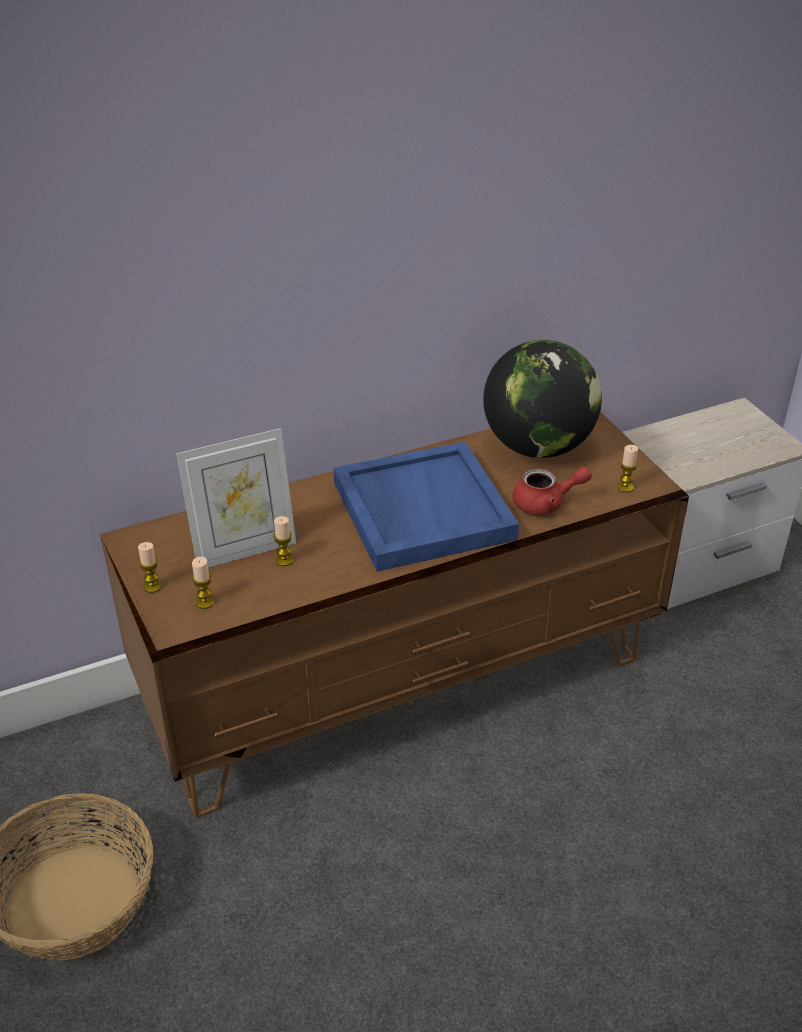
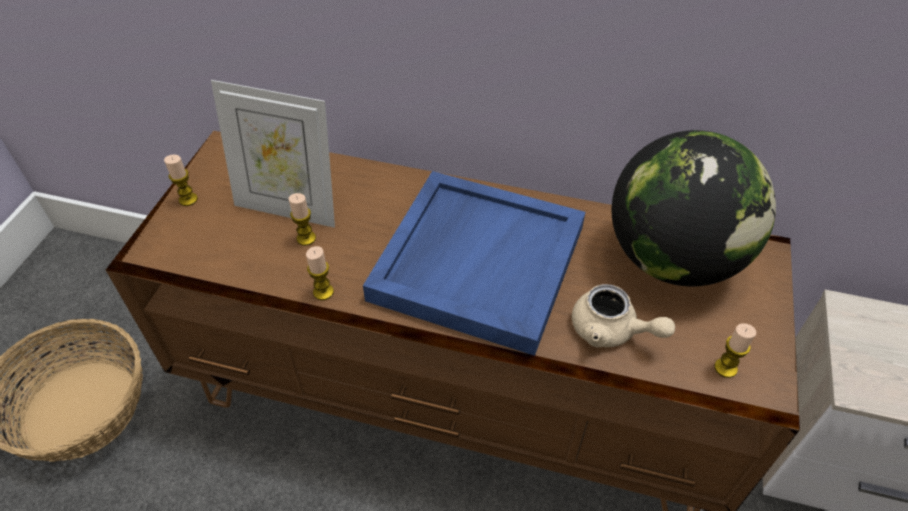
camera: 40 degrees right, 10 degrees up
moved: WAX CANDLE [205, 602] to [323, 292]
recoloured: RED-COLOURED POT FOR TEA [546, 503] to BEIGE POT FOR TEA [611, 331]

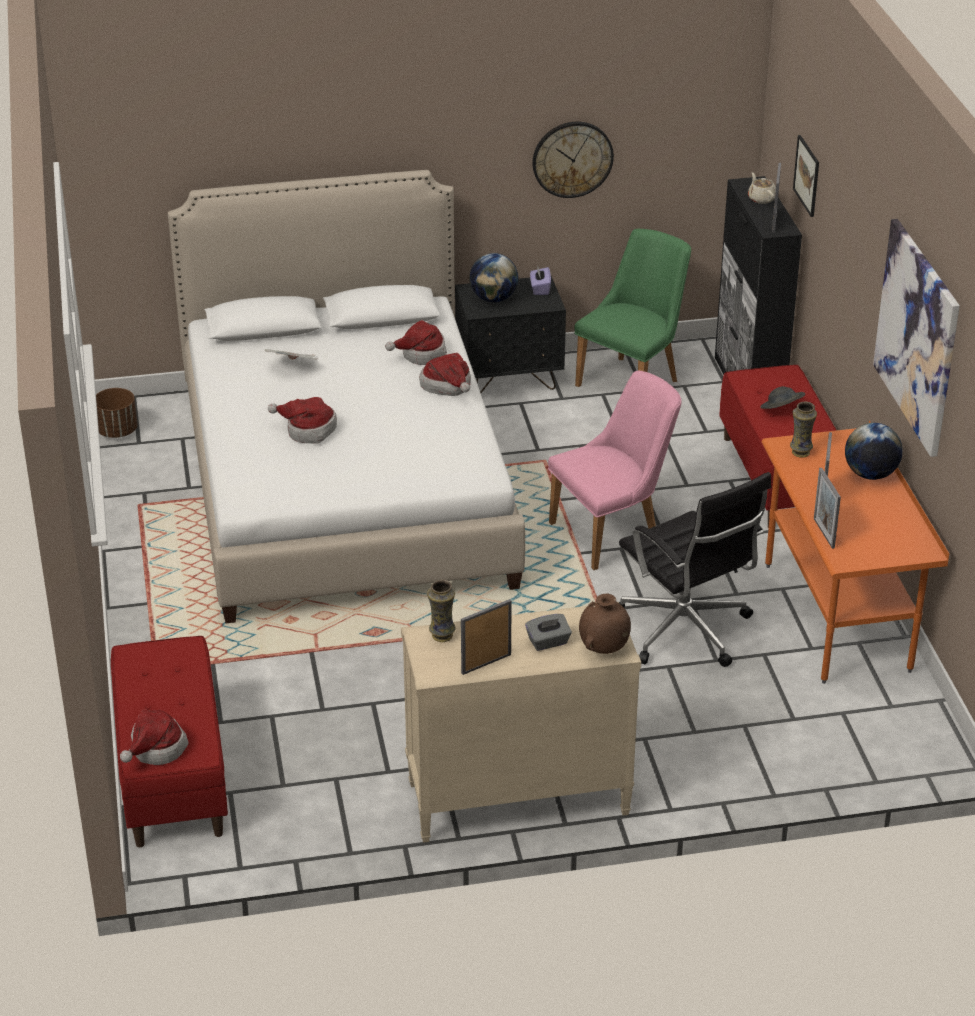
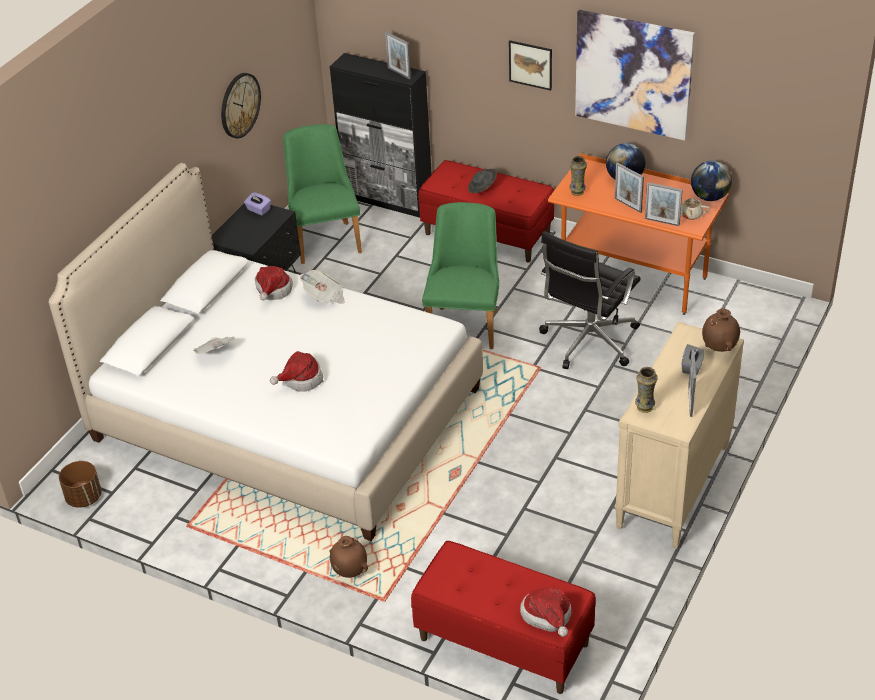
camera: 50 degrees left, 5 degrees up
added: BROWN-COLOURED VASE [349, 571]
moved: WALL ART [807, 175] to [530, 65]; BEIGE POT FOR TEA [761, 198] to [690, 215]; DESK GLOBE [494, 298] to [709, 197]
replaced: HAT [448, 387] to DAILY PAPER [324, 297]
recoloured: PINKISH CHAIR [614, 532] to GREENISH CHAIR [466, 322]
turned: BLACK-COLOURED COMPUTER CHAIR [685, 631] = [588, 342] 120 degrees clockwise

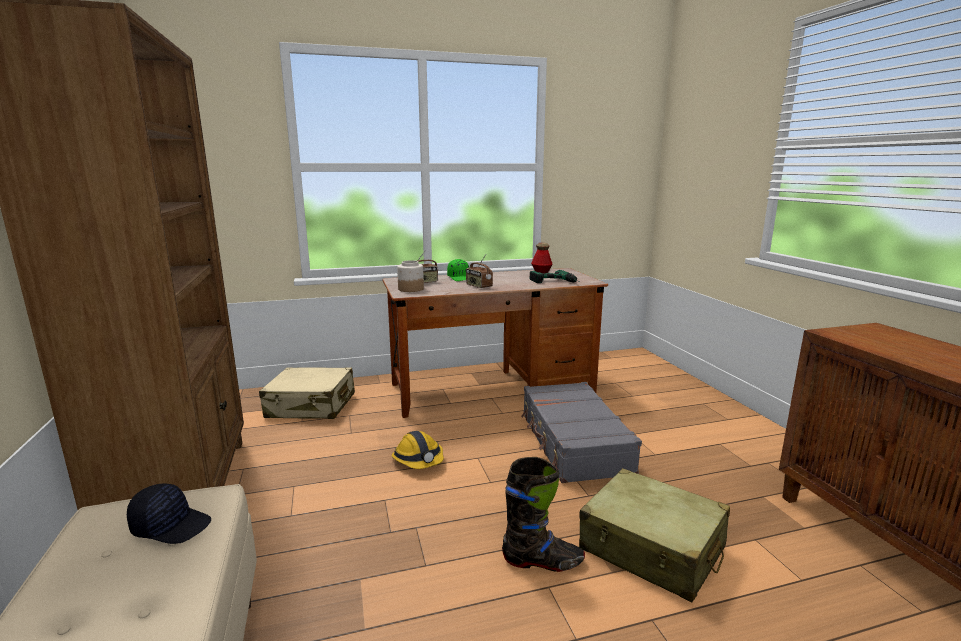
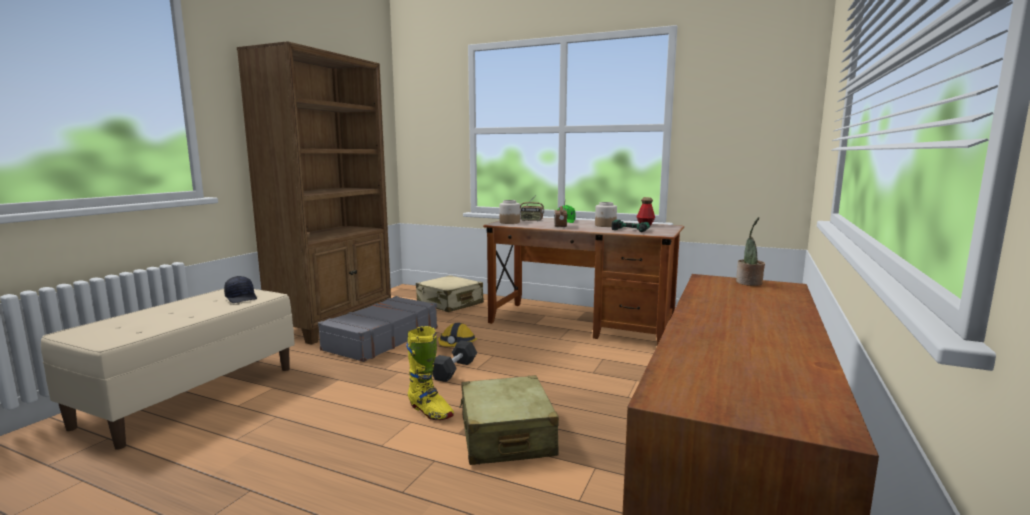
camera: 40 degrees right, 5 degrees down
added: JAR [605, 225]; PLANT IN A POT [749, 283]; BLACK-COLOURED DUMBBELL [454, 370]
moved: GREY TRAVEL CASE [573, 443] to [381, 339]
recoloured: BLACK-COLOURED BOOT [542, 562] to YELLOWISH BOOT [430, 411]

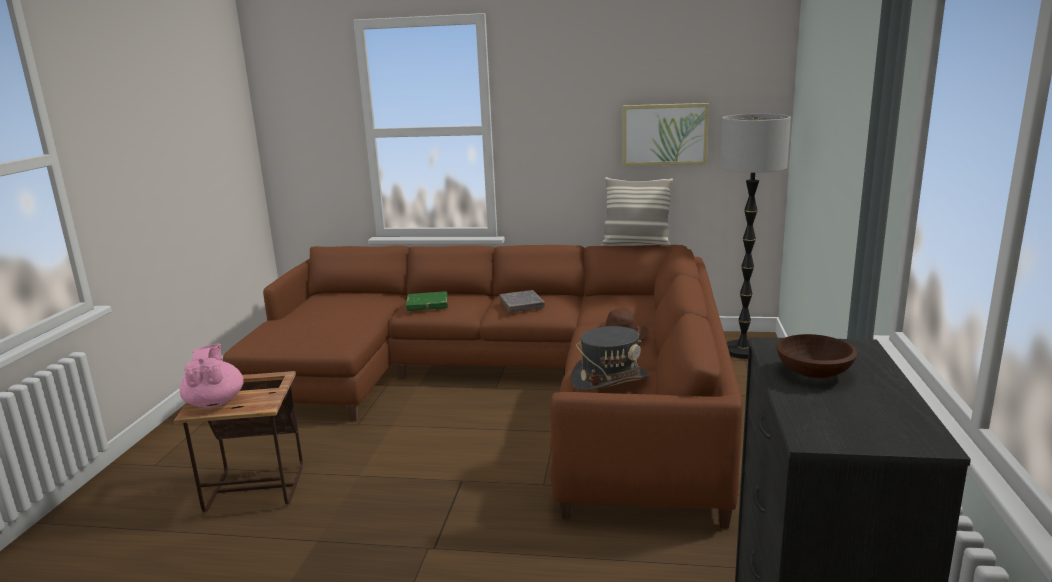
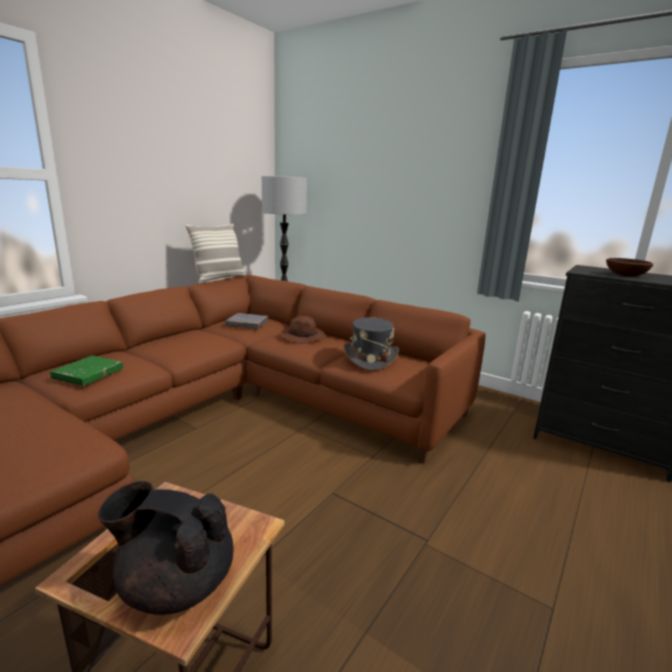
camera: 65 degrees left, 0 degrees up
removed: WALL ART [664, 134]
moved: GREY VOLUME [521, 304] to [247, 323]
recoloured: PINKISH POT FOR TEA [215, 402] to BLACK-COLOURED POT FOR TEA [176, 583]

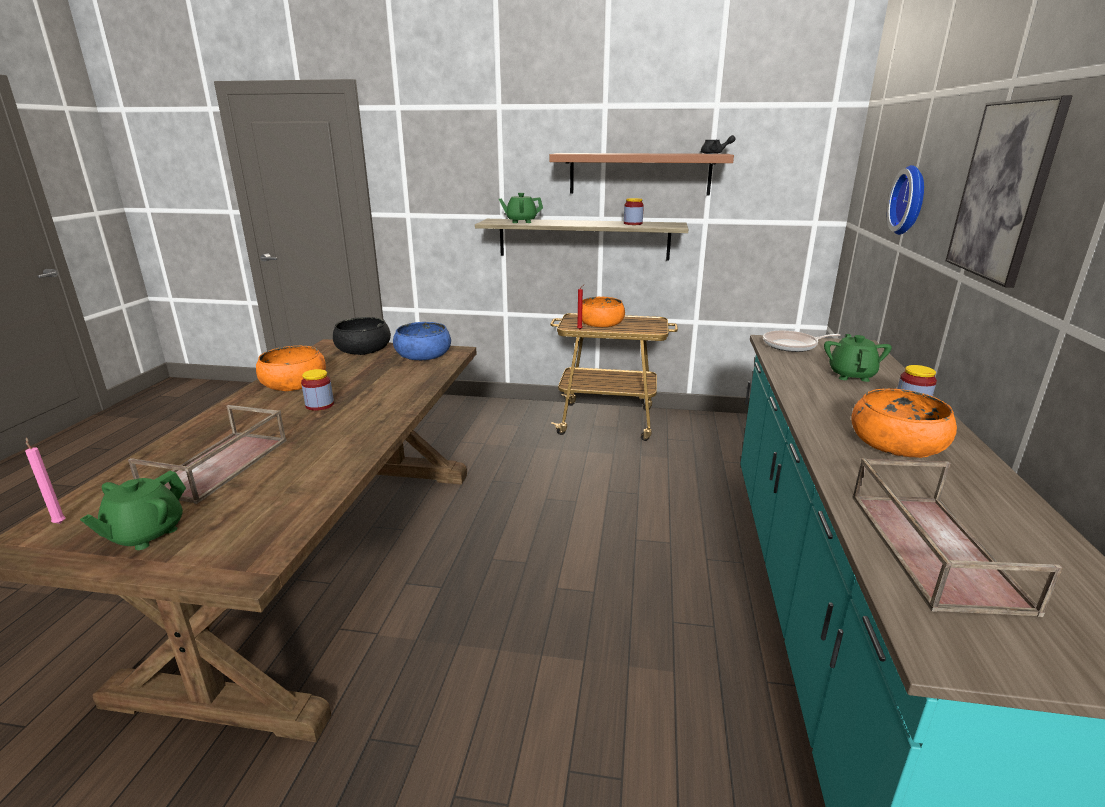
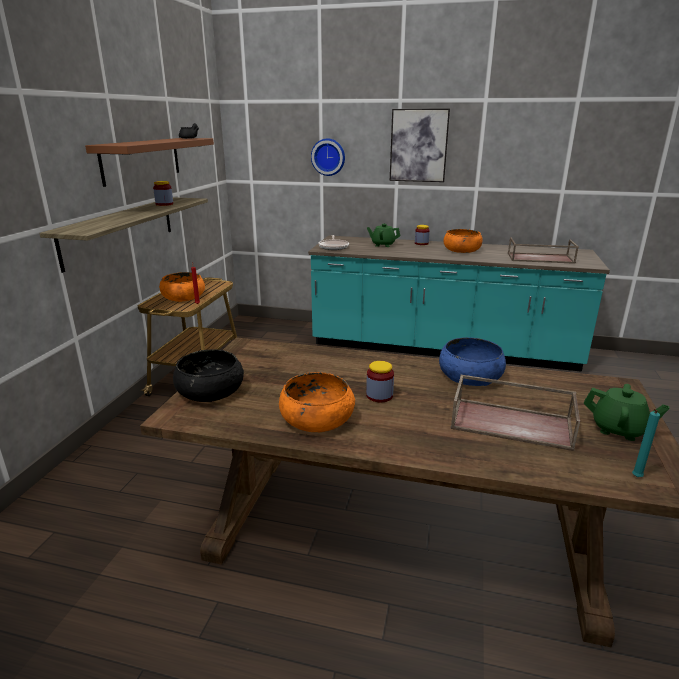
camera: 85 degrees left, 0 degrees up
removed: GREENISH POT FOR TEA [521, 221]
moved: BLUE-COLOURED SERVING BOWL [423, 355] to [470, 376]
recoloured: PINKISH WAX CANDLE [60, 522] to BLUE-GREEN WAX CANDLE [636, 477]

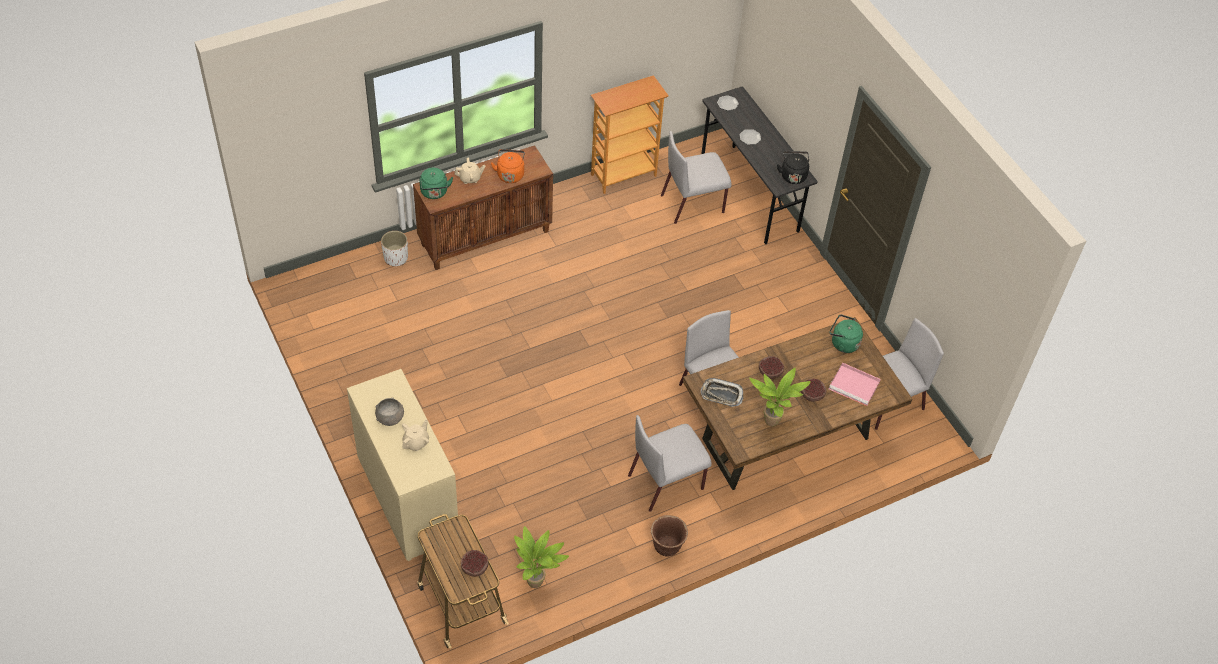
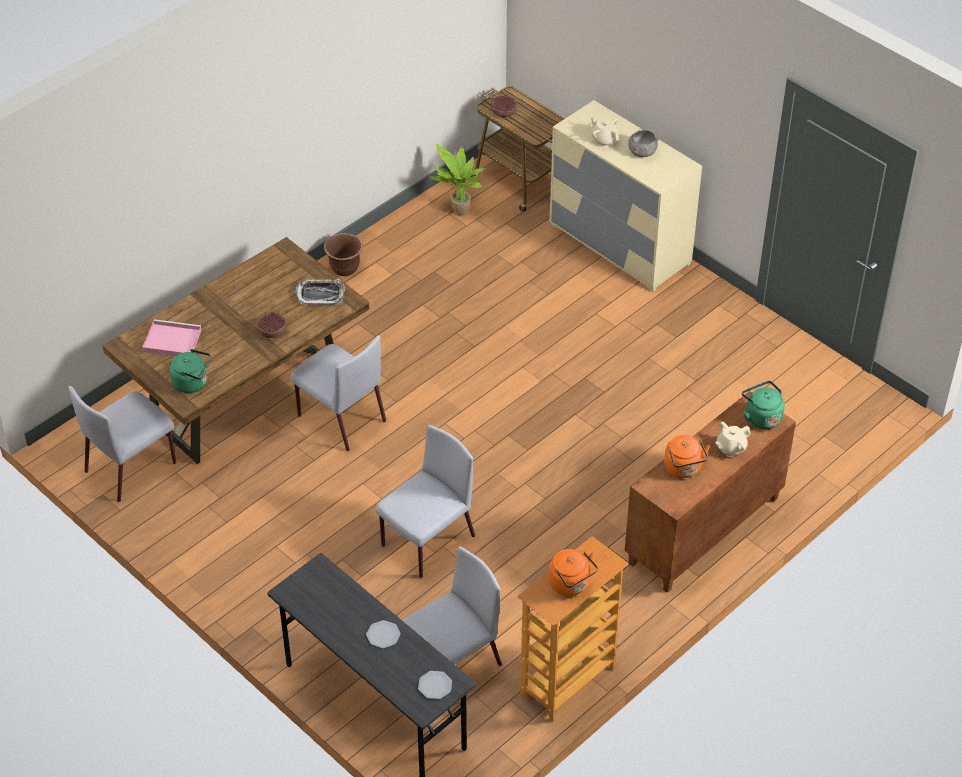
camera: 165 degrees right, 5 degrees down
removed: BLACK-COLOURED TEA KETTLE [793, 175]; WHITE FLOWER POT [395, 258]; PLANT IN A POT [772, 423]; SERVING BOWL [812, 394]
added: ORANGEY TEA KETTLE [571, 584]
moved: GREY CHAIR [667, 481] to [427, 542]
turned: BEIGE POT FOR TEA [416, 442] = [604, 140] 120 degrees clockwise

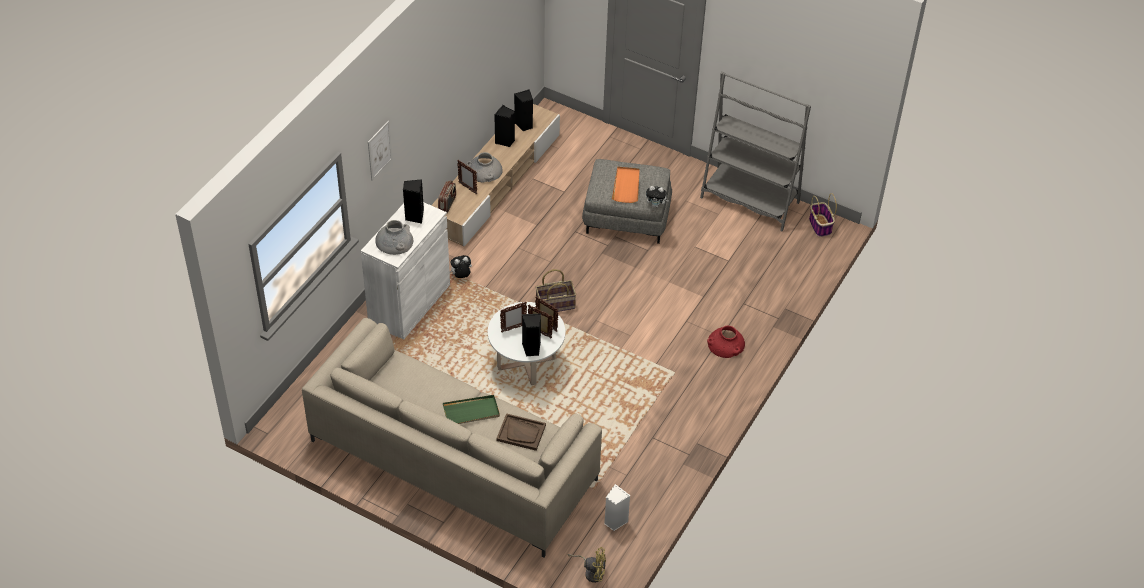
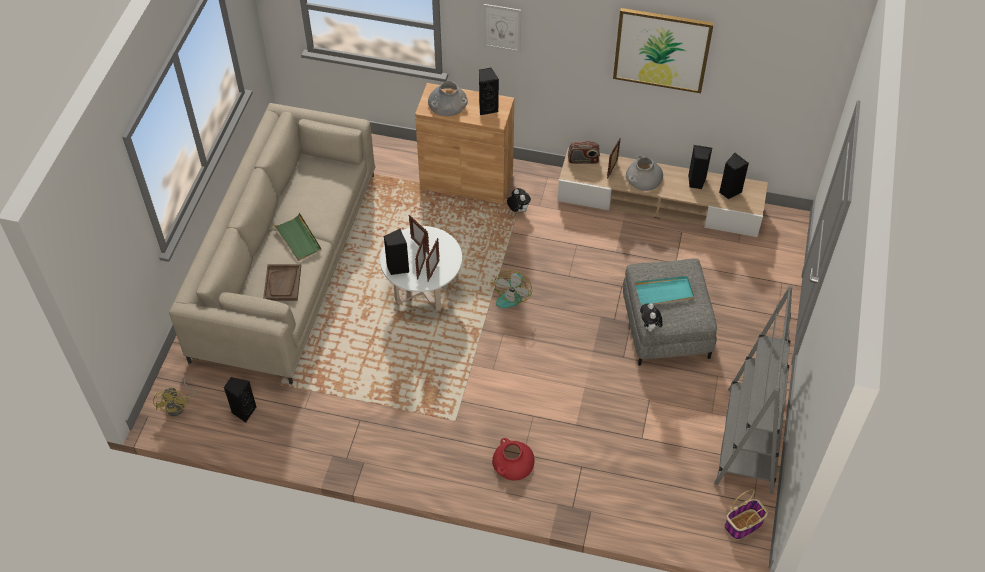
camera: 75 degrees right, 5 degrees up
added: WALL ART [662, 50]
replaced: BASKET [555, 304] to COOLING FAN [511, 294]
recoloured: ORANGEY TRAY [626, 186] to BLUE-GREEN TRAY [664, 292]; WHITE CUPBOARD [409, 304] to BROWN-COLOURED CUPBOARD [466, 181]; WHITE LOUDSPEAKER [615, 521] to BLACK-COLOURED LOUDSPEAKER [243, 411]

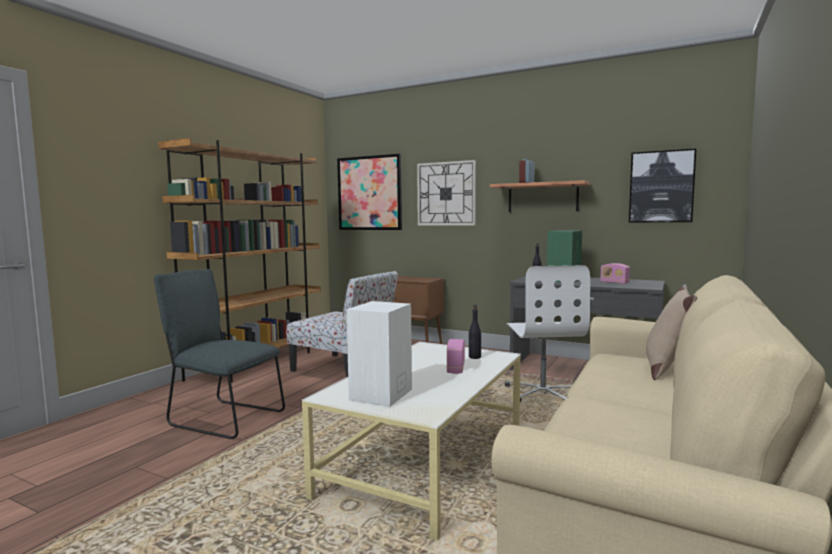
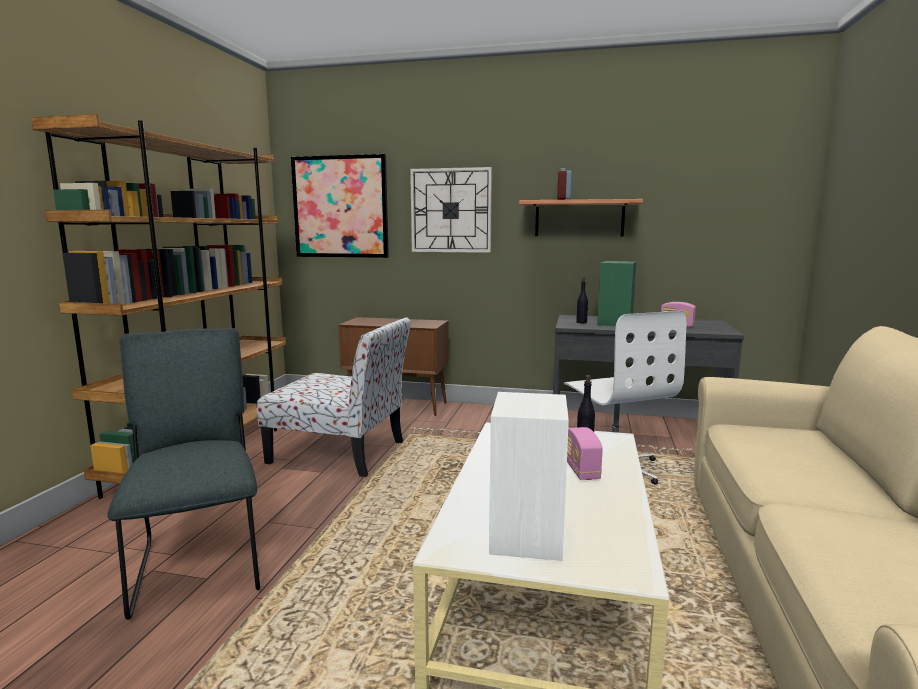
camera: 15 degrees left, 5 degrees up
removed: WALL ART [661, 187]; BEIGE THROW PILLOW [666, 369]
turned: GREY CHAIR [223, 418] = [199, 562] 60 degrees clockwise

